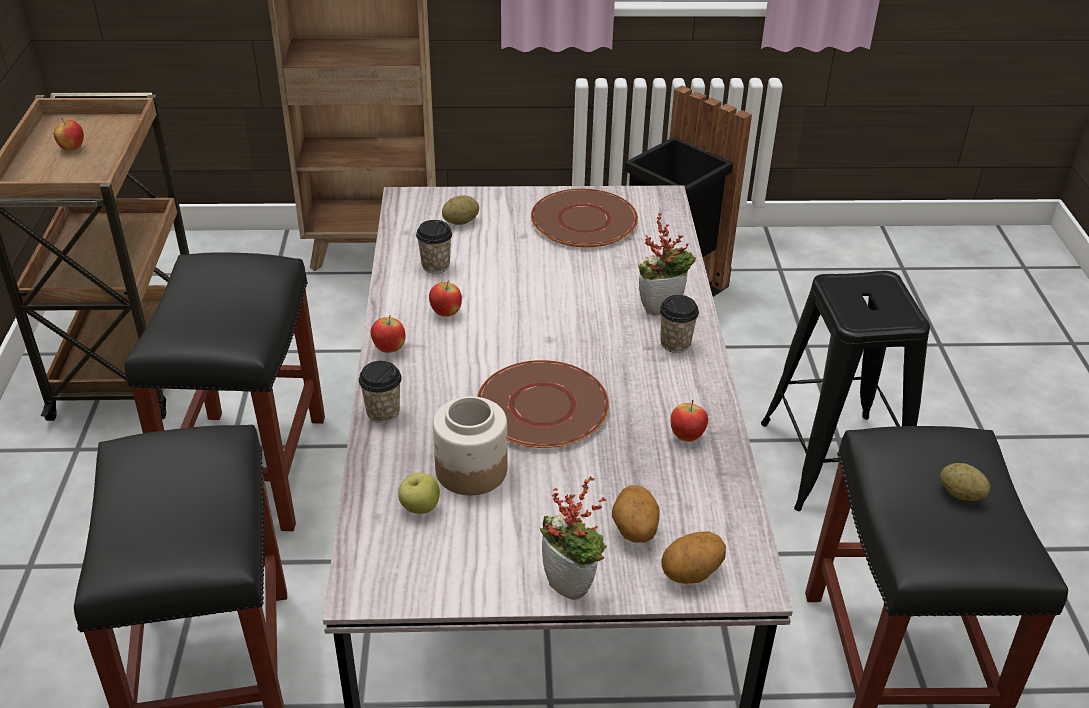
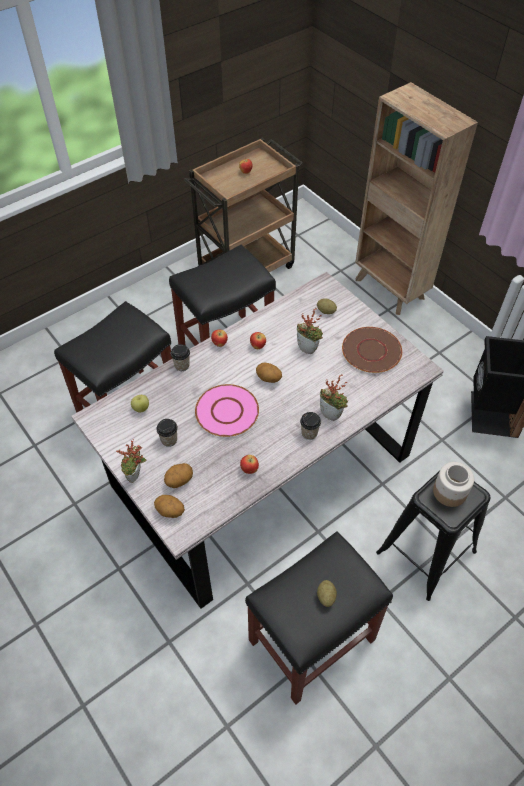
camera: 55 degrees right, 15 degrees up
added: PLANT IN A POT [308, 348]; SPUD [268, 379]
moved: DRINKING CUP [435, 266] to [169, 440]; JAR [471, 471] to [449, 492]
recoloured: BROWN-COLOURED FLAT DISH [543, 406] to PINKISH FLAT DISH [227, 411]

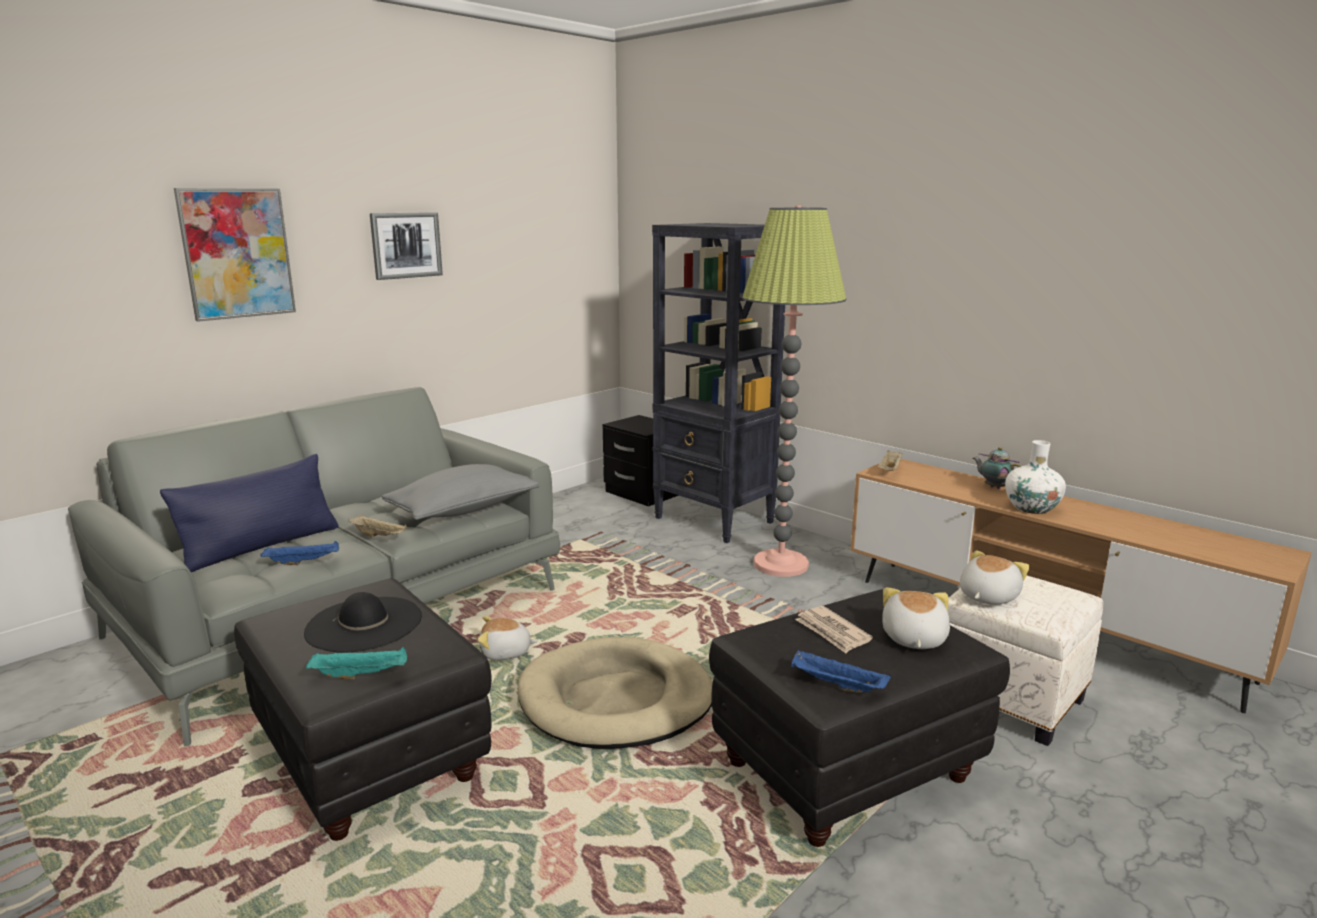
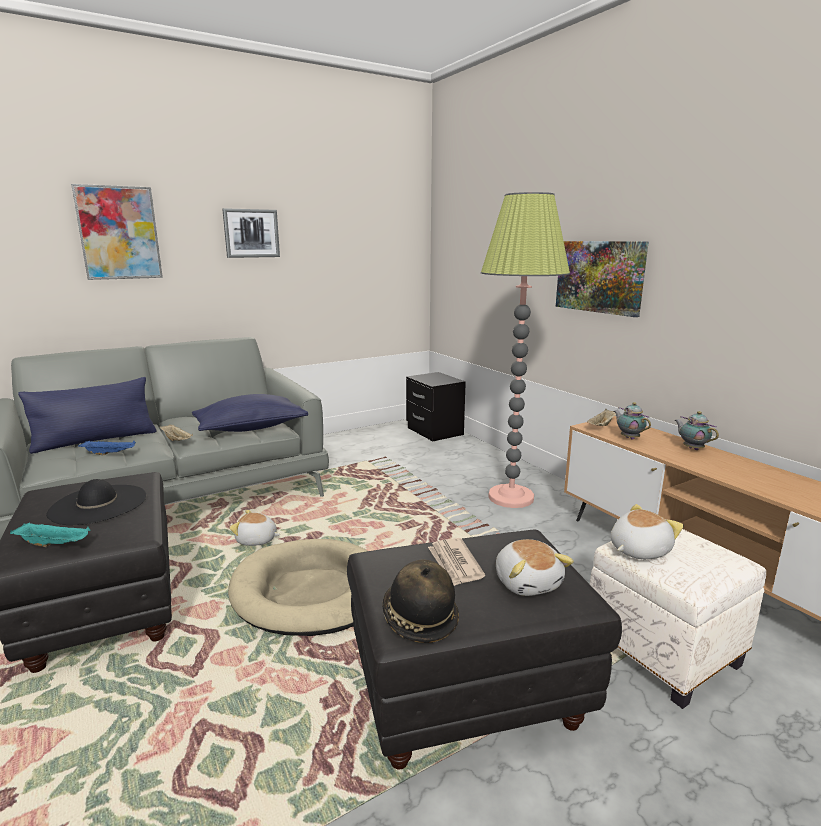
camera: 15 degrees right, 0 degrees up
removed: BLACK-COLOURED BOOKSHELF [714, 520]; WHITE VASE [1031, 508]
added: WALL ART [599, 276]; POT FOR TEA [628, 438]
replaced: BLUE-COLOURED TRAY [836, 685] to HAT [419, 618]
recoloured: GREY THROW PILLOW [463, 510] to BLUE-COLOURED THROW PILLOW [251, 428]
turned: PLUSH TOY [913, 638] = [528, 582] 135 degrees clockwise

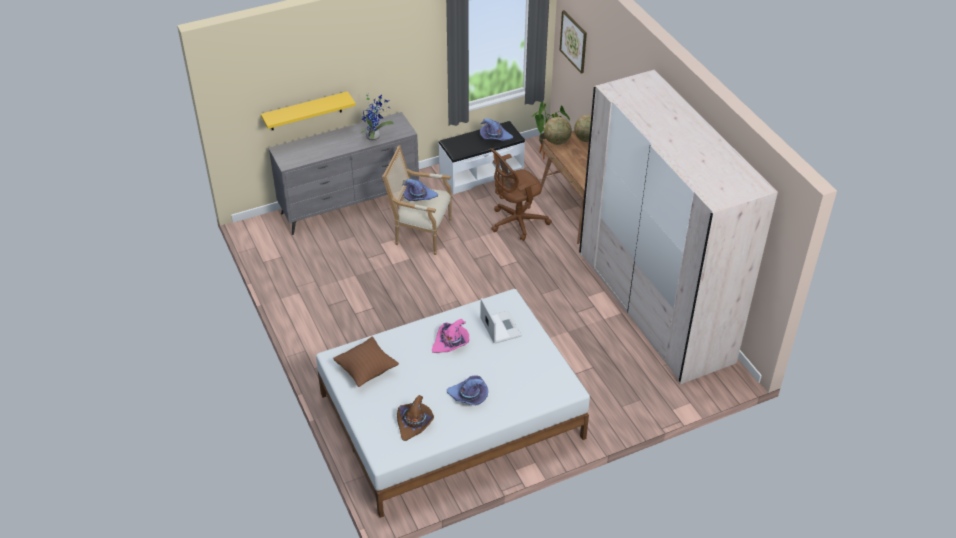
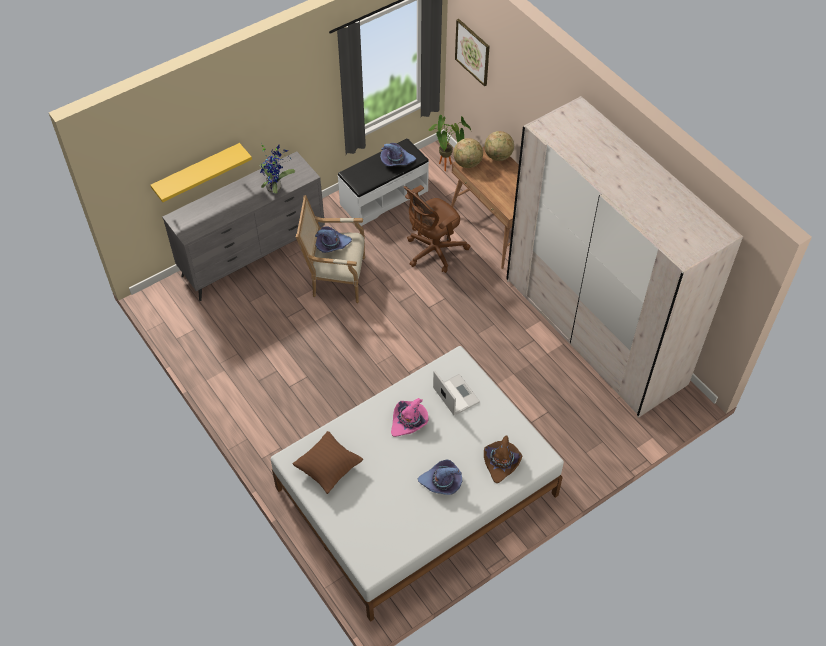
camera: 10 degrees left, 10 degrees up
moved: BROWN-COLOURED HAT [414, 423] to [501, 462]

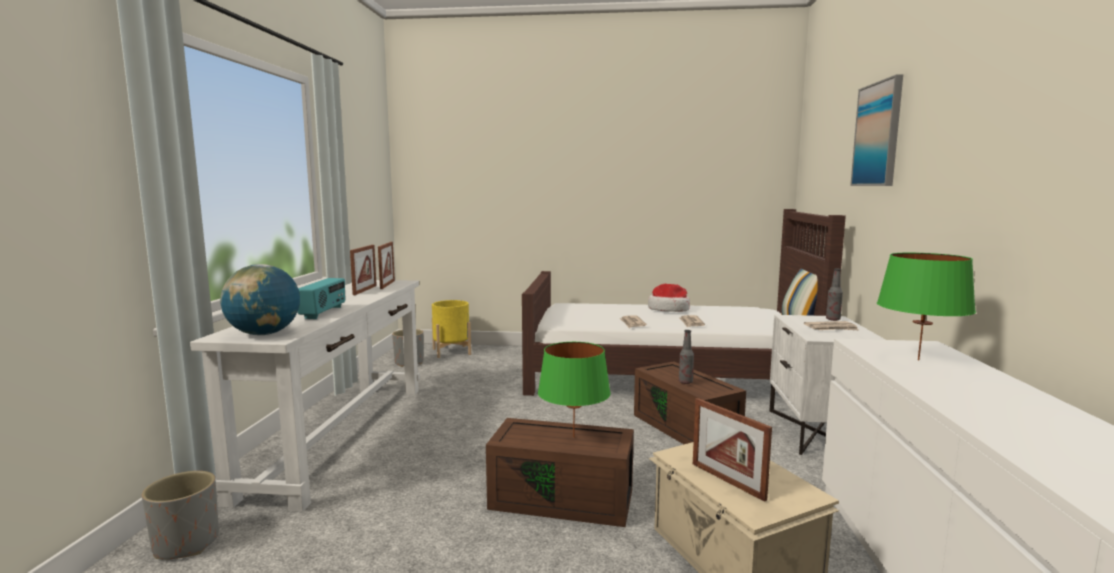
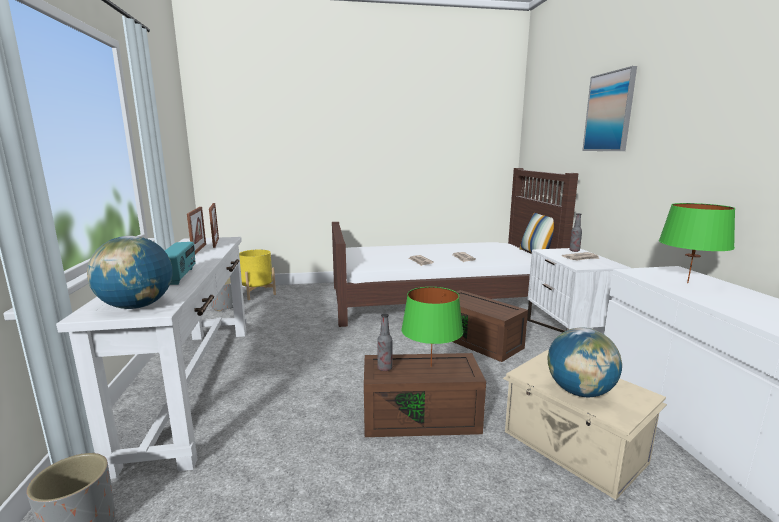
camera: 15 degrees left, 5 degrees up
removed: HAT [668, 309]
moved: BEVERAGE BOTTLE [685, 382] to [384, 368]
replaced: PHOTO FRAME [727, 481] to DESK GLOBE [579, 391]

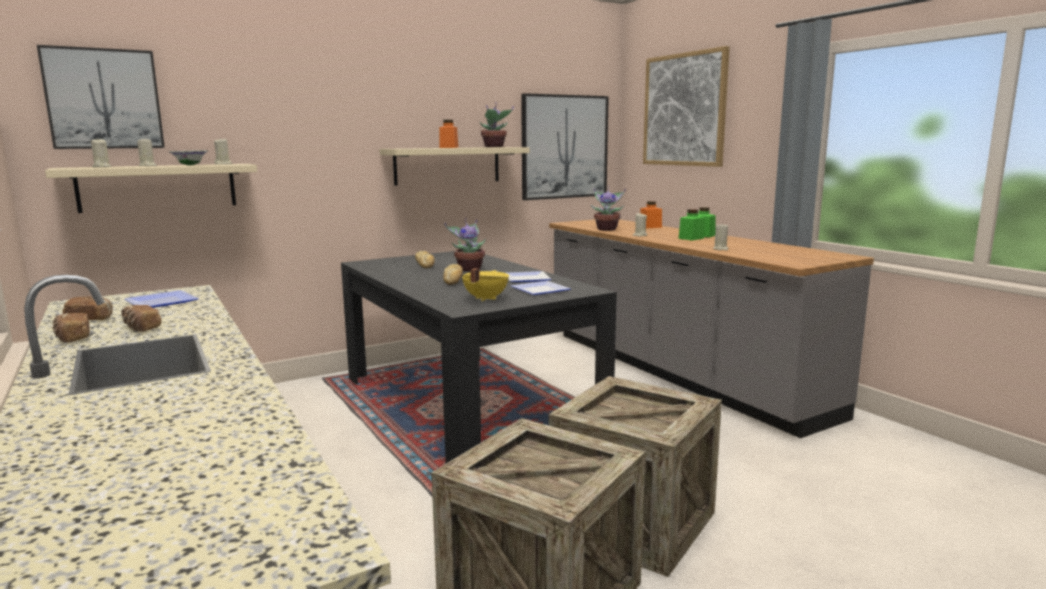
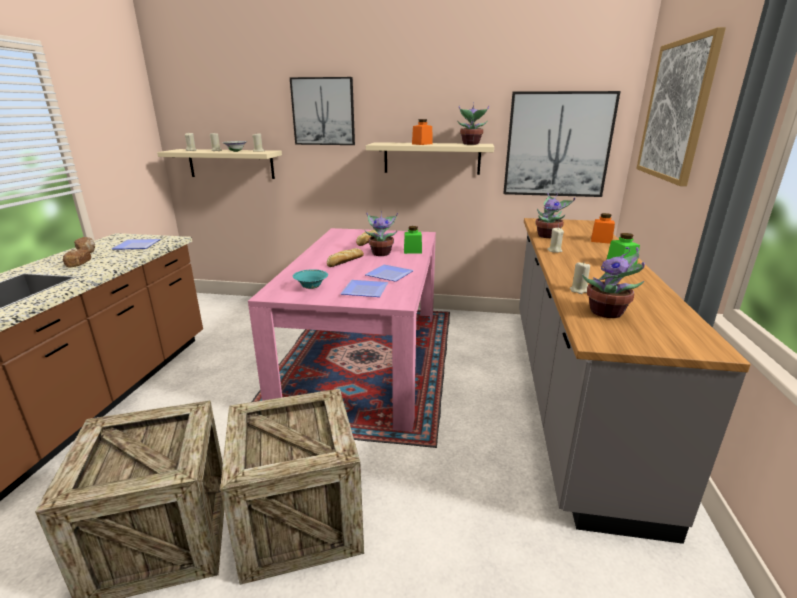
camera: 40 degrees right, 10 degrees up
removed: BAKERY BREAD [72, 338]
added: PLANT IN A POT [608, 313]
moved: WALL ART [104, 99] to [323, 111]; GREENISH JAR [691, 238] to [412, 251]
replaced: YELLOWISH SAUCEPOT [484, 298] to BLUE-GREEN SERVING BOWL [311, 287]
recoloured: BLACK-COLOURED DINING TABLE [466, 404] to PINKISH DINING TABLE [365, 357]

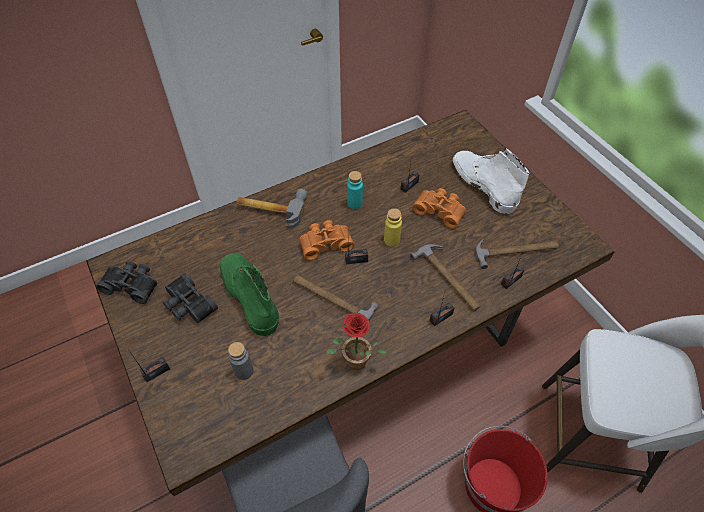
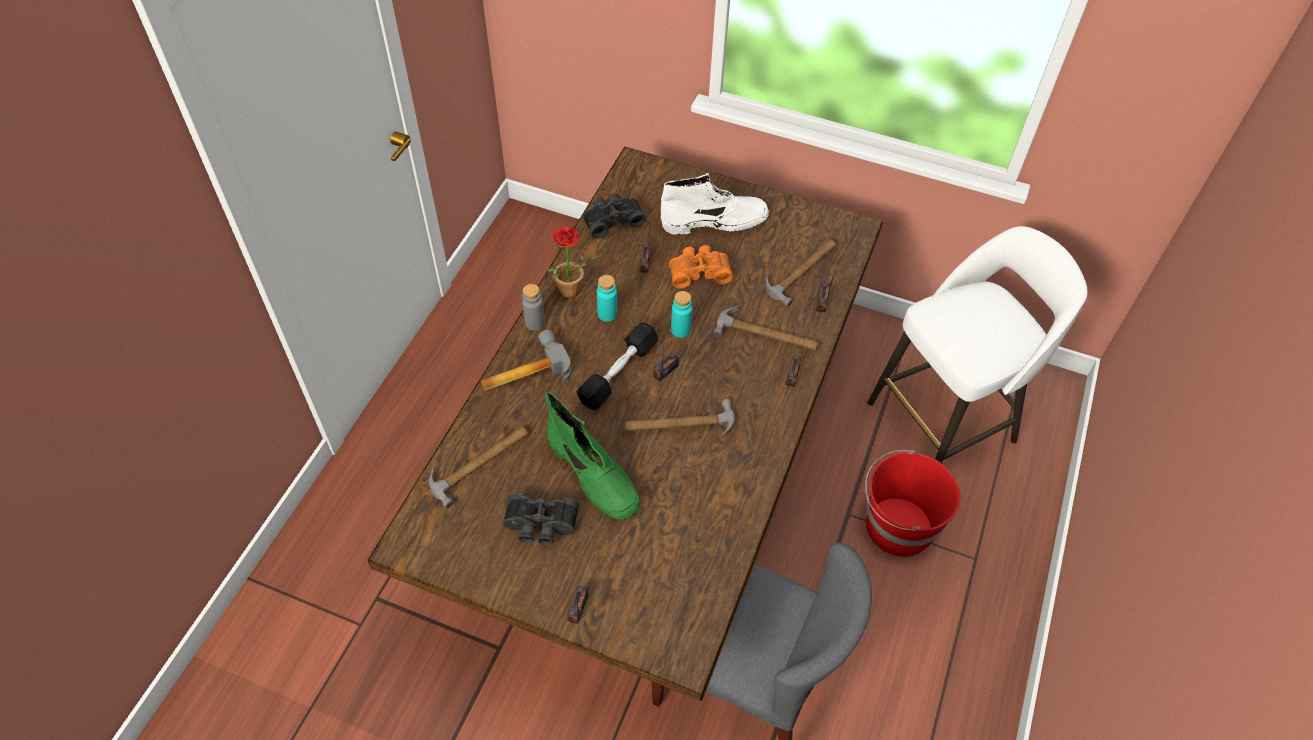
camera: 40 degrees left, 0 degrees up
added: HAND HAMMER [480, 463]
moved: BLACK-COLOURED FIELD GLASSES [132, 284] to [612, 219]; PLANT IN A POT [353, 364] to [569, 294]; GREY BEVERAGE BOTTLE [244, 371] to [534, 323]
replaced: ORANGEY FIELD GLASSES [325, 243] to BLACK-COLOURED DUMBBELL [618, 373]
recoloured: YELLOWISH BEVERAGE BOTTLE [391, 240] to BLUE-GREEN BEVERAGE BOTTLE [680, 330]
turned: WHITE BOOT [482, 185] = [715, 221] 150 degrees clockwise; GREENISH BOOT [249, 296] = [594, 474] 150 degrees counterclockwise

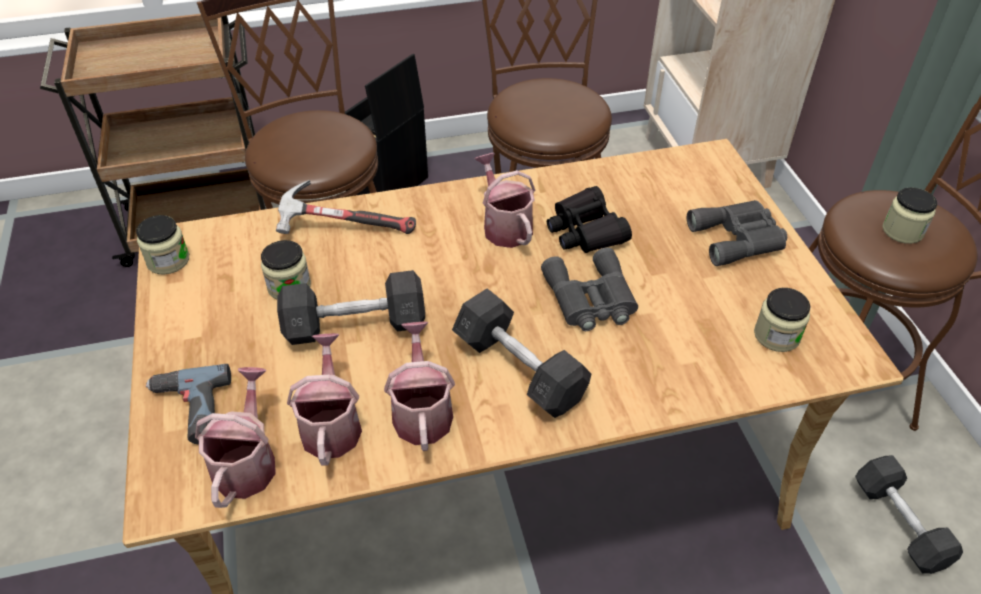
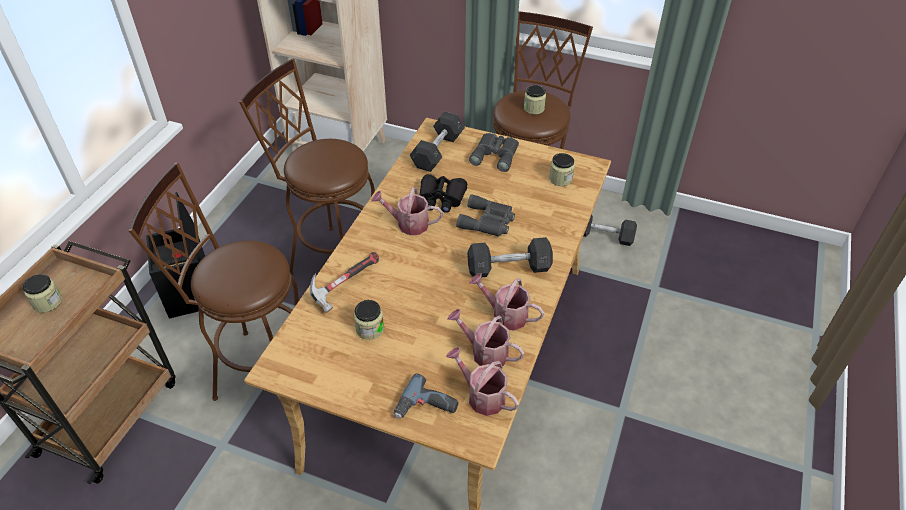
camera: 55 degrees left, 0 degrees up
moved: JAR [168, 260] to [48, 302]; GREY DUMBBELL [355, 325] to [437, 151]

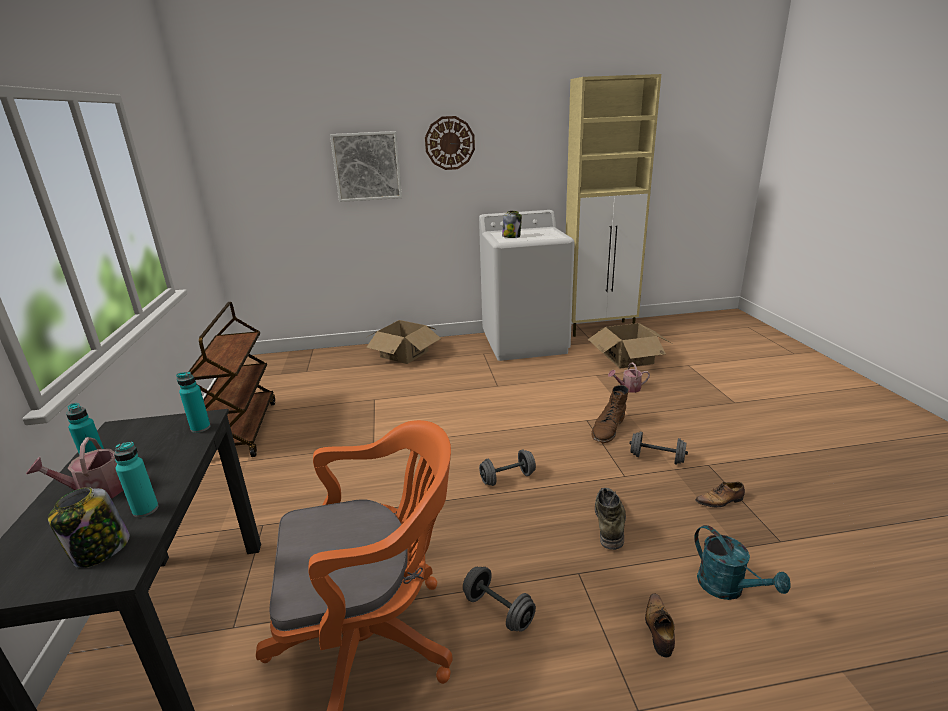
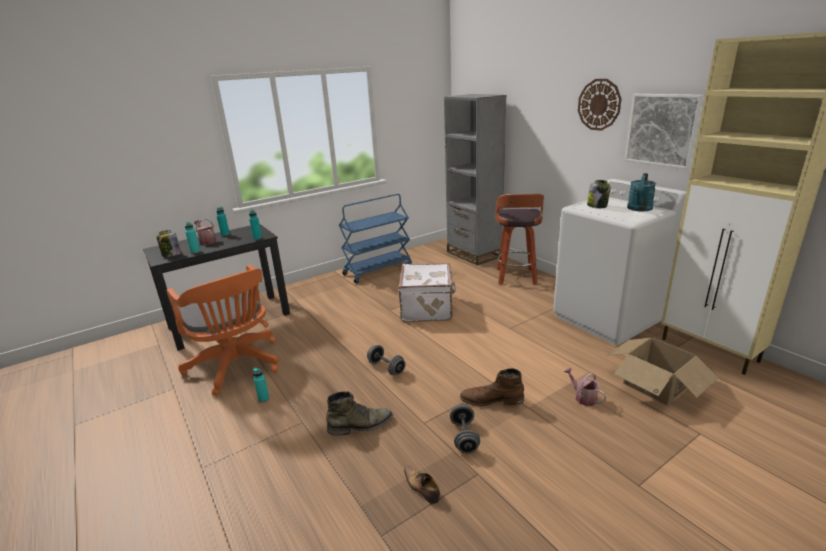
camera: 65 degrees right, 0 degrees up
removed: SHOE [658, 629]
added: GREY BOOKSHELF [473, 254]; WHITE TRAVEL CASE [428, 308]
moved: WALL ART [367, 166] to [662, 130]; BLUE-GREEN WATERING CAN [728, 588] to [639, 209]
replaced: CARDBOARD BOX [404, 354] to STOOL [516, 277]; GREY DUMBBELL [498, 610] to BLUE-GREEN BEVERAGE BOTTLE [263, 398]
recoloured: BROWN-COLOURED CART [243, 429] to BLUE-COLOURED CART [378, 270]

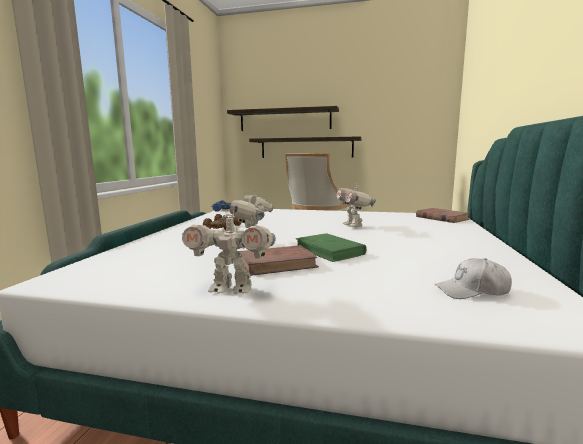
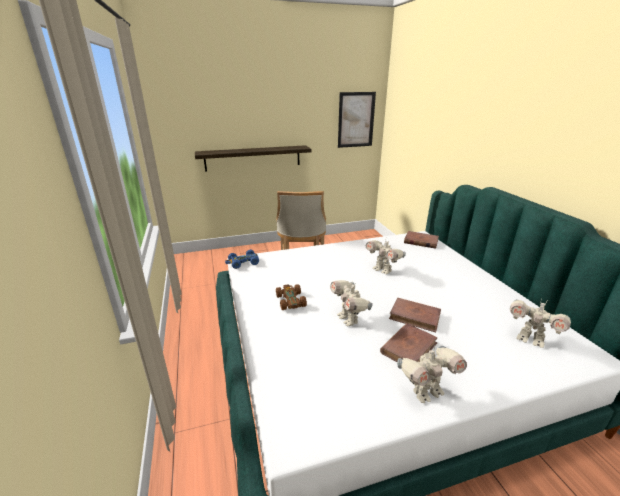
camera: 30 degrees left, 15 degrees up
removed: BRACKET SHELF [285, 120]
added: WALL ART [356, 120]
replaced: WHITE BASEBALL CAP [472, 291] to TOY ROBOT [530, 339]
recoloured: GREENISH VOLUME [329, 251] to BROWN-COLOURED VOLUME [415, 316]

